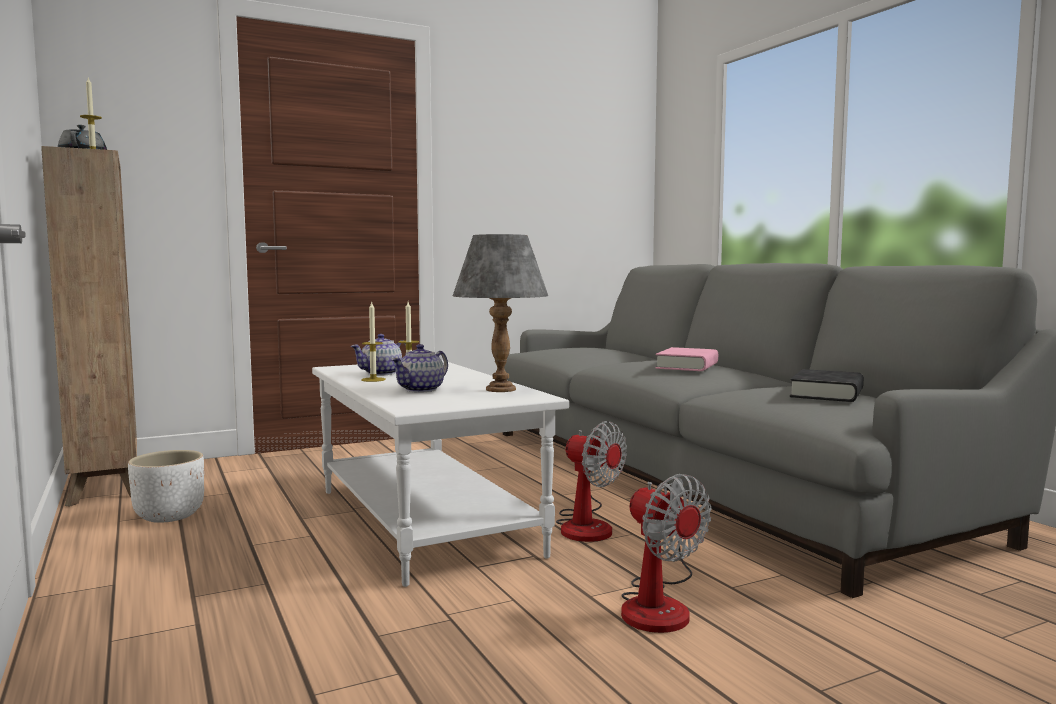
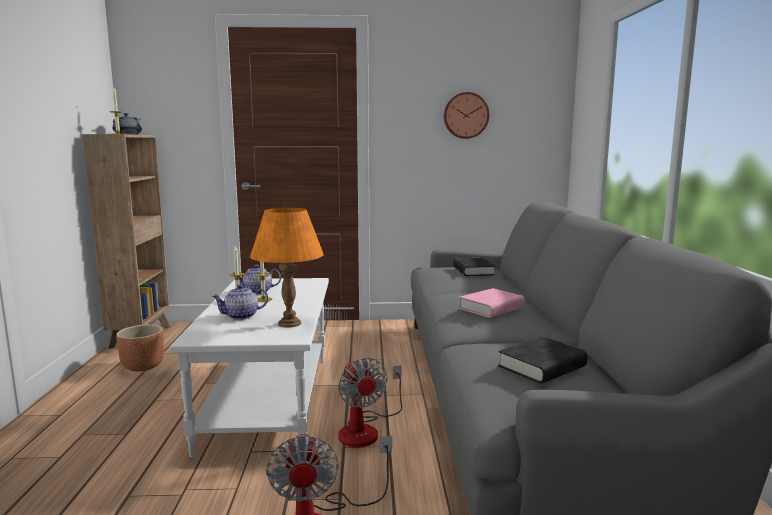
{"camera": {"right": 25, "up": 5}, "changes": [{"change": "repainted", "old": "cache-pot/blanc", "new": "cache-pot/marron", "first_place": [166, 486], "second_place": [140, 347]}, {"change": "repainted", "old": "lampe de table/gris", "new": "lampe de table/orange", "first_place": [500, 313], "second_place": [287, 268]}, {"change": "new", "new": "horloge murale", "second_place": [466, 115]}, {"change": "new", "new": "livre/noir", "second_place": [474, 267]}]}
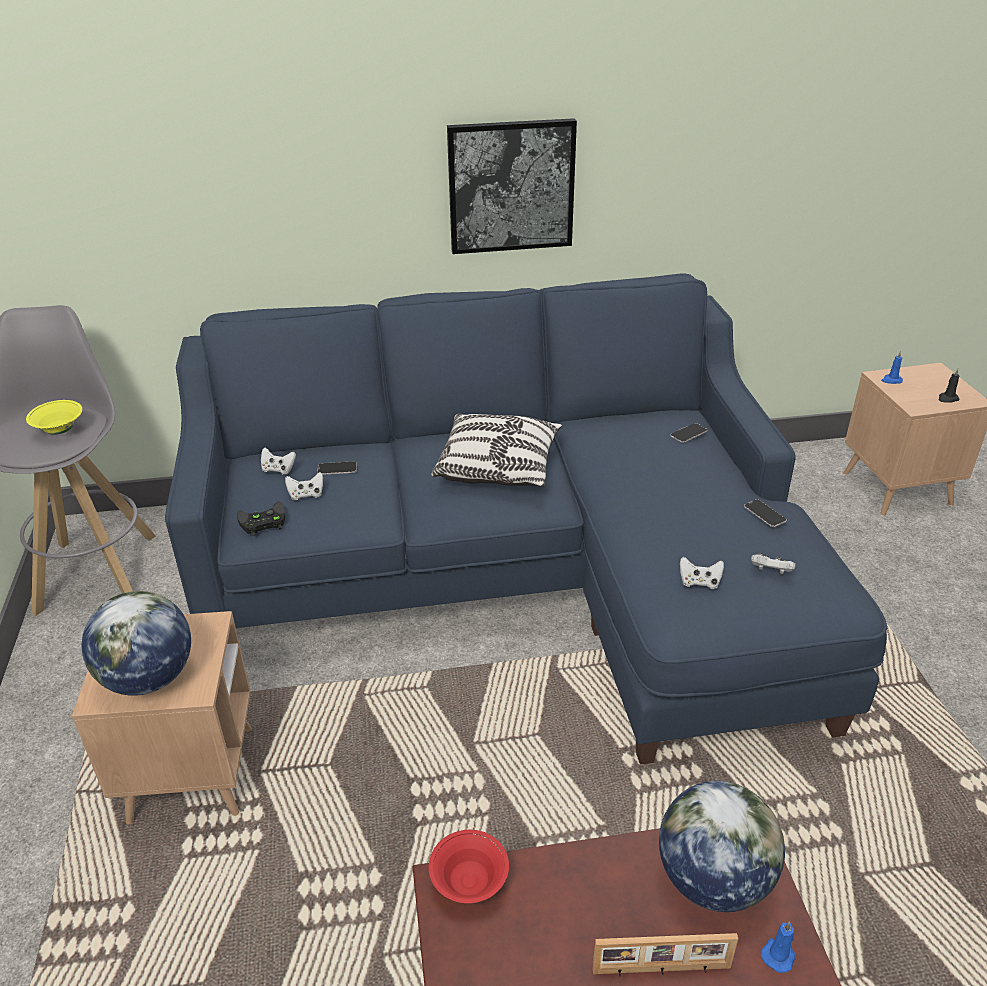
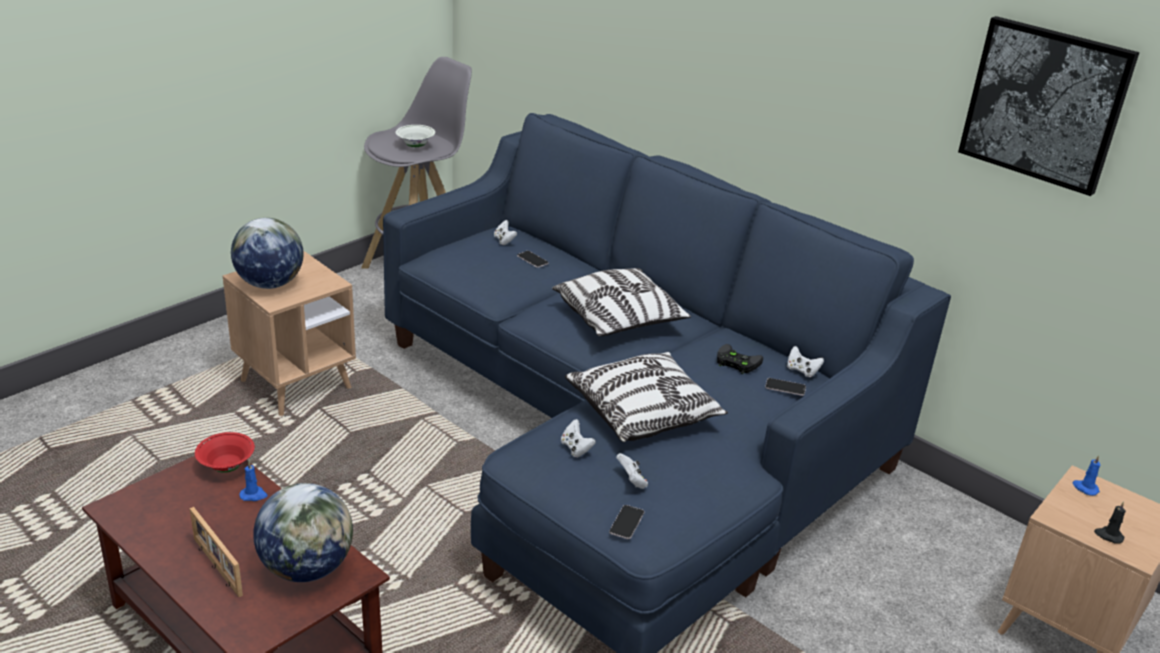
{"camera": {"right": 50, "up": -5}, "changes": [{"change": "shifted", "old": "bougie/bleu", "first_place": [778, 947], "second_place": [253, 481]}, {"change": "repainted", "old": "bol/jaune", "new": "bol/blanc", "first_place": [54, 417], "second_place": [415, 136]}, {"change": "new", "new": "coussin", "second_place": [646, 397]}, {"change": "shifted", "old": "téléphone", "first_place": [765, 513], "second_place": [626, 522]}, {"change": "shifted", "old": "manette/noir", "first_place": [261, 519], "second_place": [740, 359]}, {"change": "shifted", "old": "manette/blanc", "first_place": [304, 486], "second_place": [805, 361]}, {"change": "shifted", "old": "tableau", "first_place": [512, 186], "second_place": [1049, 106]}]}
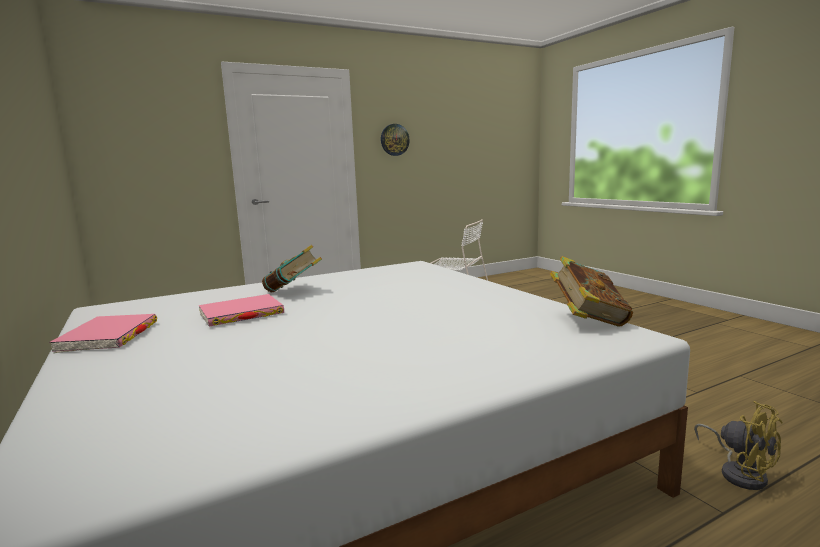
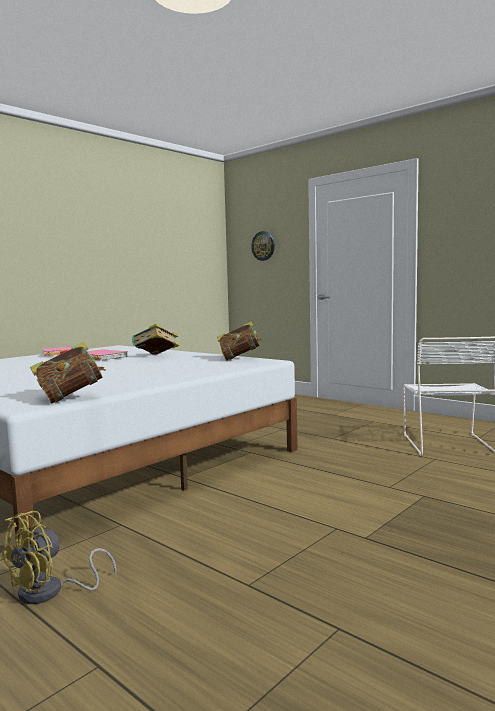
{"camera": {"right": 70, "up": -5}, "changes": [{"change": "new", "new": "livre", "second_place": [239, 341]}, {"change": "shifted", "old": "horloge murale", "first_place": [395, 140], "second_place": [263, 246]}]}
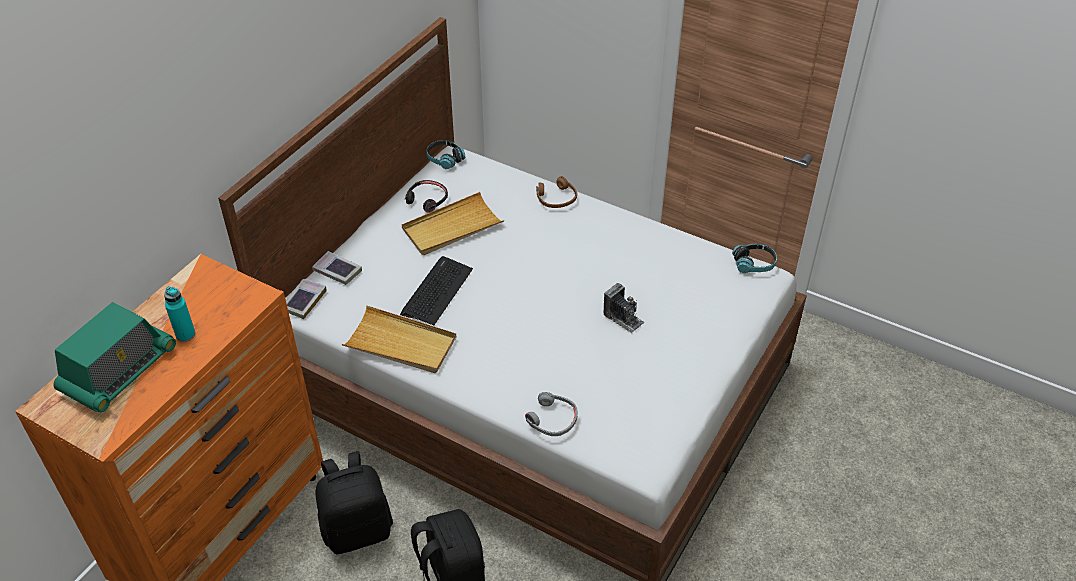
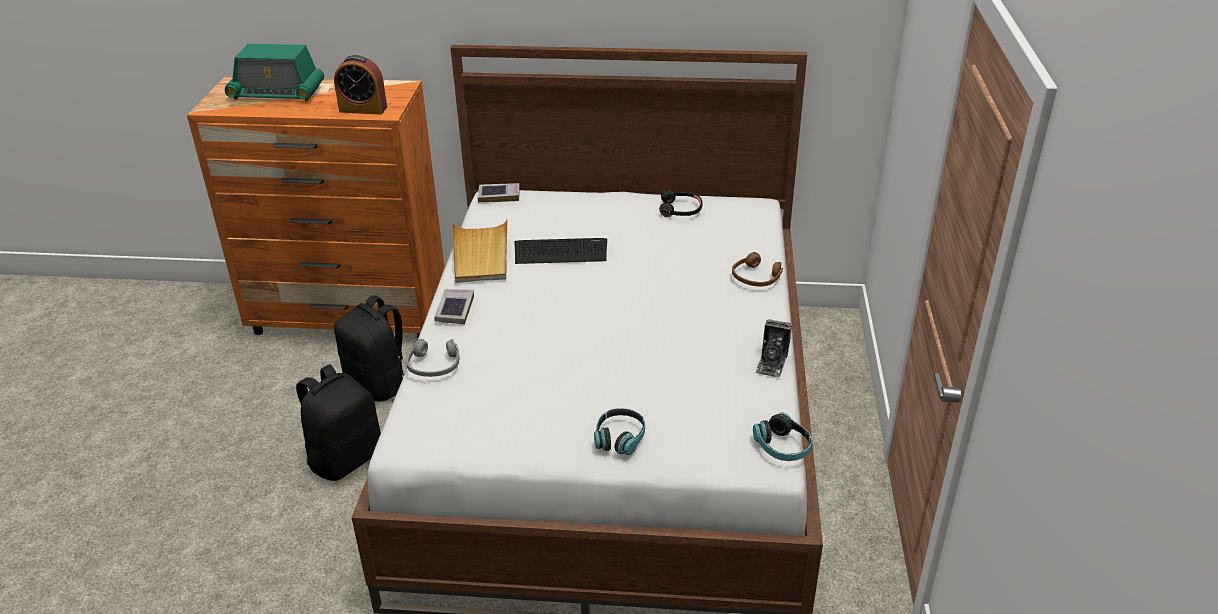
{"camera": {"right": 65, "up": -10}, "changes": [{"change": "new", "new": "réveil", "second_place": [360, 84]}, {"change": "shifted", "old": "livre", "first_place": [337, 268], "second_place": [454, 307]}, {"change": "shifted", "old": "casque audio", "first_place": [445, 154], "second_place": [619, 431]}, {"change": "shifted", "old": "appareil photo", "first_place": [624, 308], "second_place": [773, 348]}, {"change": "gone", "old": "bouteille/turquoise", "first_place": [180, 314]}, {"change": "gone", "old": "plateau/beige", "first_place": [453, 223]}]}
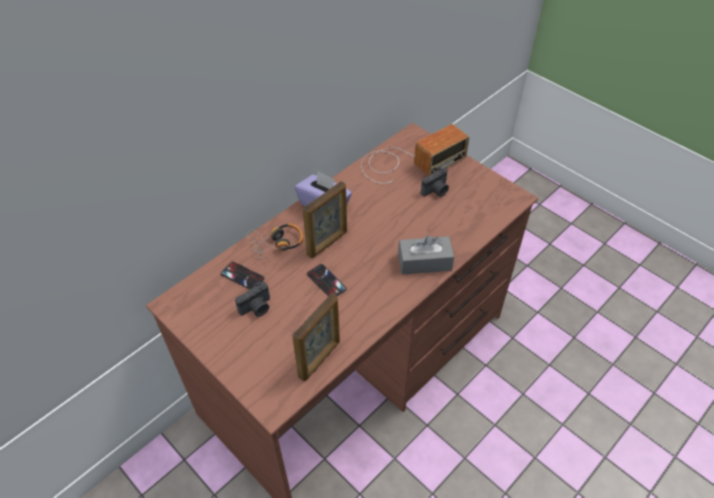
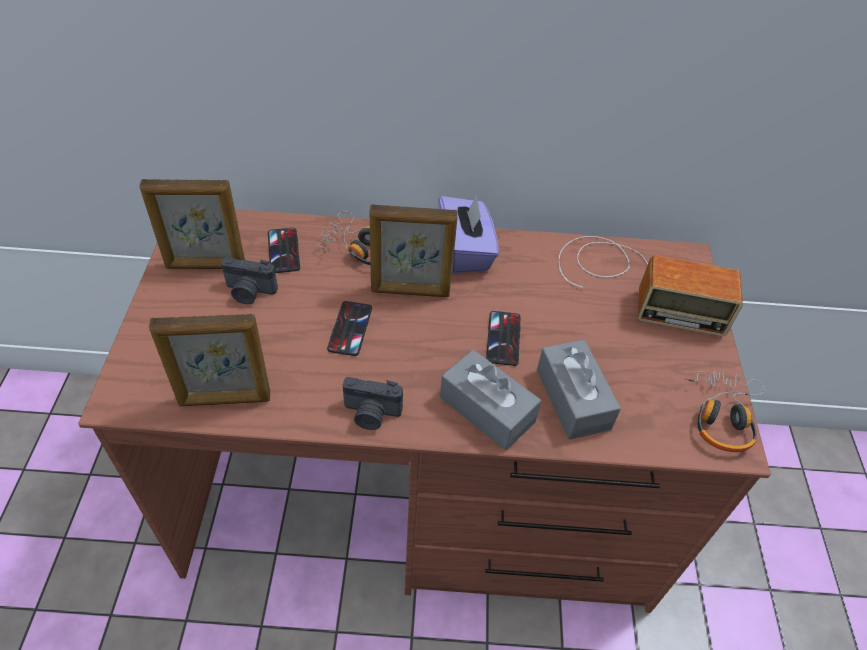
{"camera": {"right": 45, "up": 0}, "changes": [{"change": "new", "new": "cadre photo", "second_place": [192, 224]}, {"change": "shifted", "old": "appareil photo", "first_place": [435, 182], "second_place": [373, 403]}, {"change": "new", "new": "téléphone", "second_place": [503, 338]}, {"change": "new", "new": "boîte à mouchoirs/gris", "second_place": [579, 389]}, {"change": "new", "new": "casque audio", "second_place": [724, 411]}]}
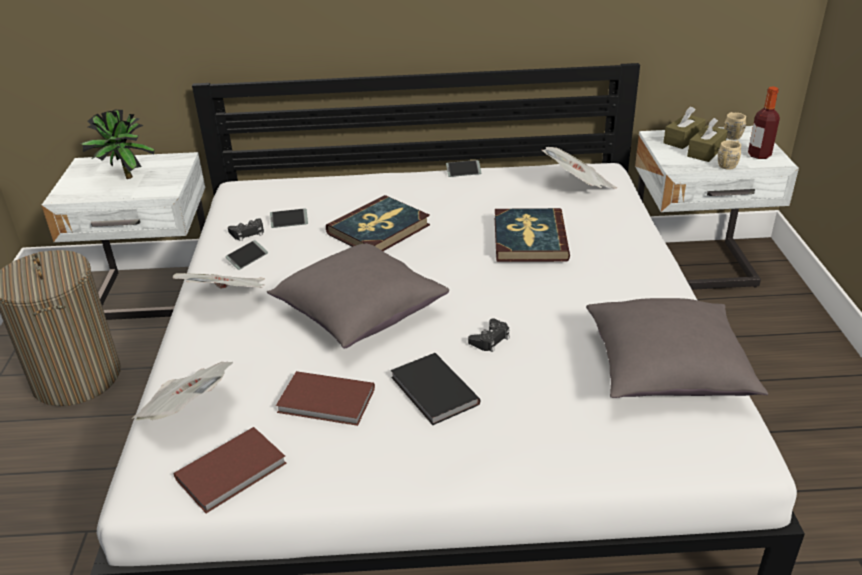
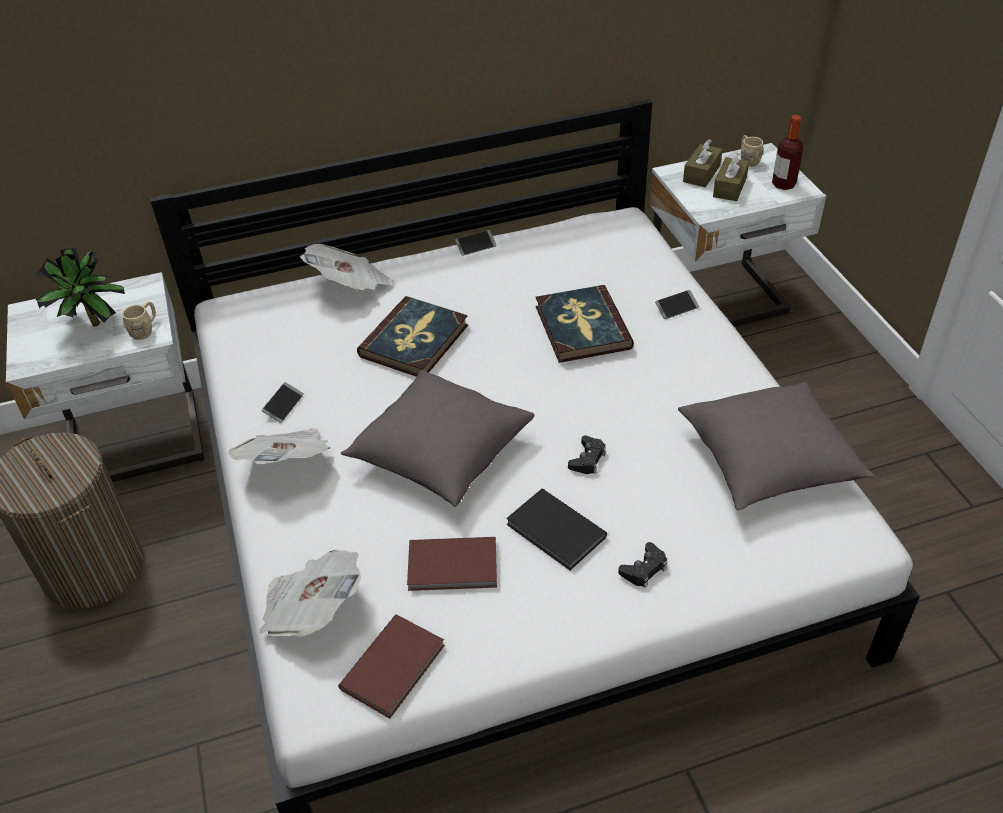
{"camera": {"right": -15, "up": 10}, "changes": [{"change": "shifted", "old": "mug/beige", "first_place": [729, 155], "second_place": [139, 321]}, {"change": "shifted", "old": "journal", "first_place": [579, 168], "second_place": [347, 267]}, {"change": "shifted", "old": "manette/noir", "first_place": [246, 229], "second_place": [642, 565]}, {"change": "shifted", "old": "téléphone", "first_place": [289, 218], "second_place": [677, 304]}]}
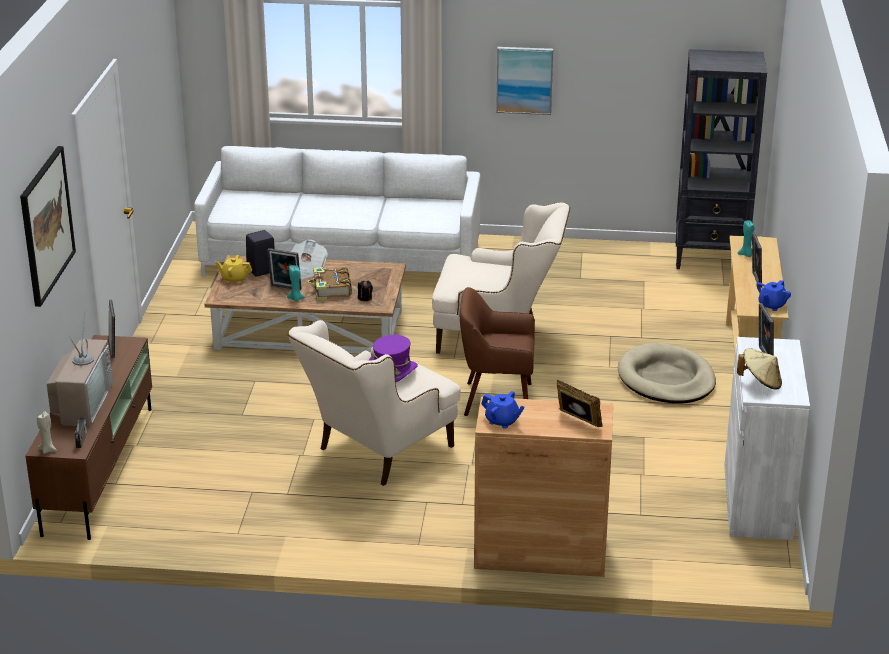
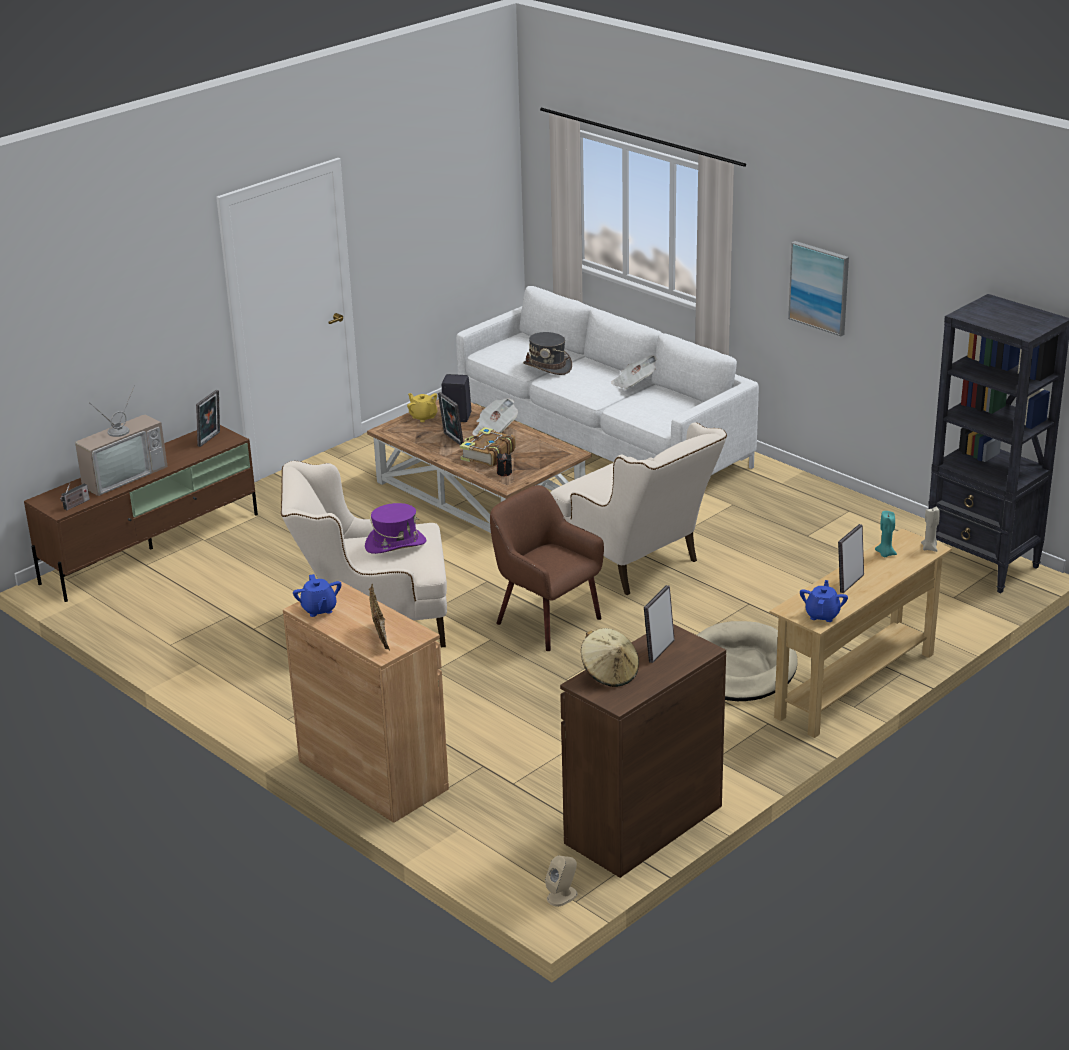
{"camera": {"right": 40, "up": 0}, "changes": [{"change": "new", "new": "chapeau/gris", "second_place": [547, 353]}, {"change": "new", "new": "enceinte/beige", "second_place": [561, 881]}, {"change": "repainted", "old": "meuble de rangement/blanc", "new": "meuble de rangement/marron", "first_place": [767, 438], "second_place": [643, 751]}, {"change": "new", "new": "journal", "second_place": [634, 372]}, {"change": "rotated", "old": "théière/bleu", "first_place": [773, 295], "second_place": [824, 601], "degrees": 120}, {"change": "shifted", "old": "bougie/beige", "first_place": [47, 433], "second_place": [930, 529]}, {"change": "gone", "old": "tableau", "first_place": [48, 226]}, {"change": "gone", "old": "bougie/turquoise", "first_place": [296, 283]}]}
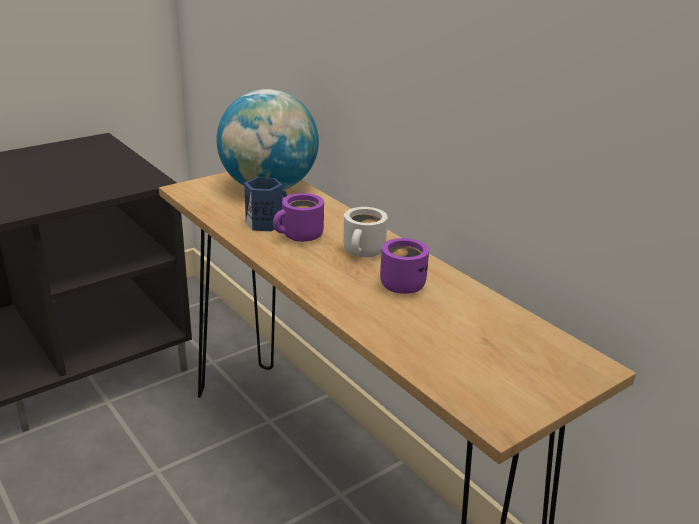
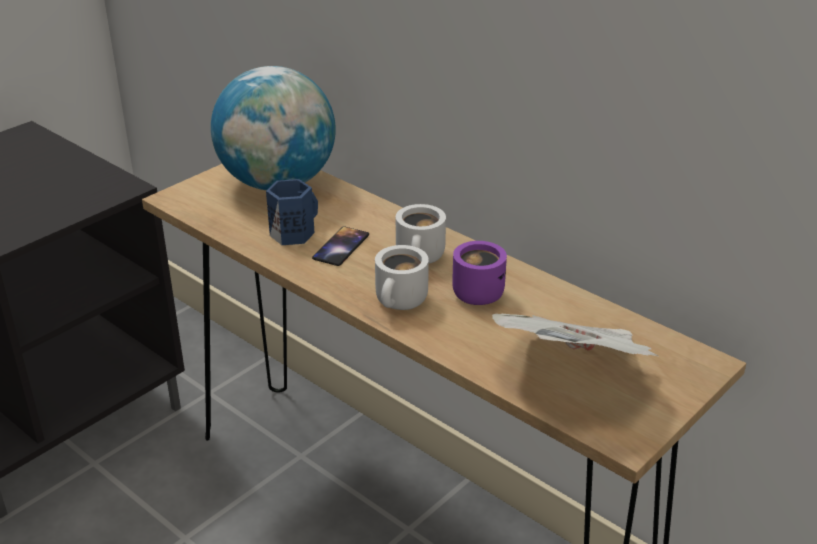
{"camera": {"right": -10, "up": 5}, "changes": [{"change": "swapped", "old": "mug/violet", "new": "téléphone", "first_place": [298, 217], "second_place": [340, 246]}, {"change": "new", "new": "mug/blanc", "second_place": [402, 277]}, {"change": "new", "new": "journal", "second_place": [575, 335]}]}
